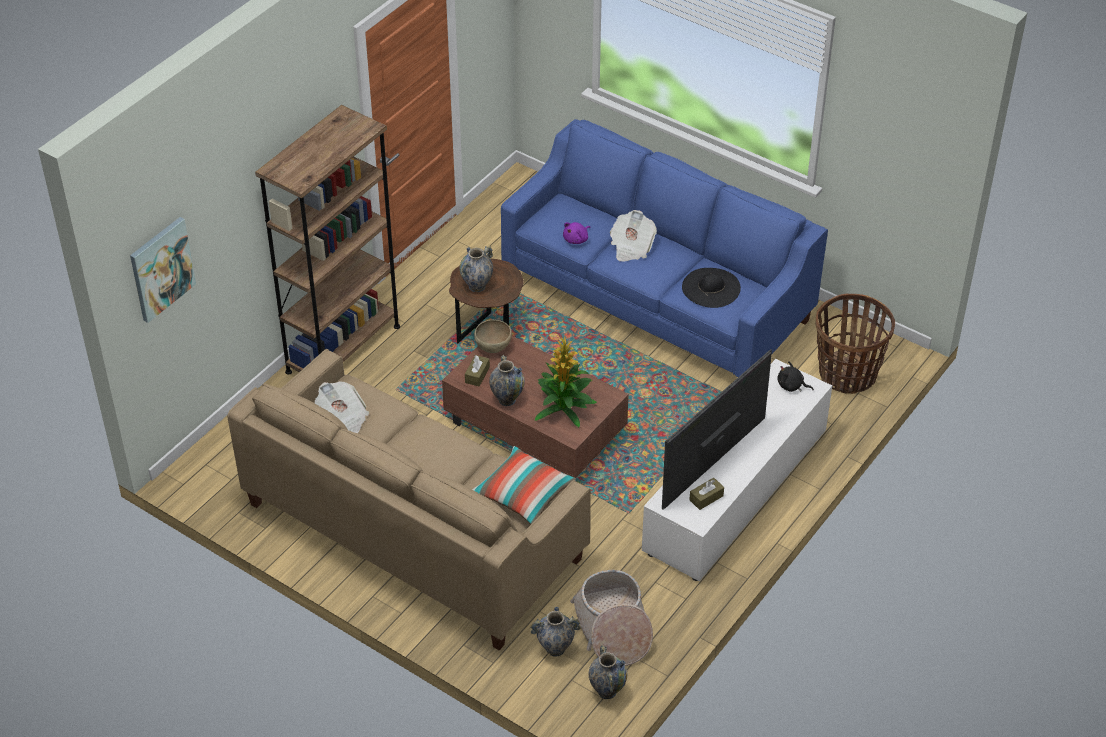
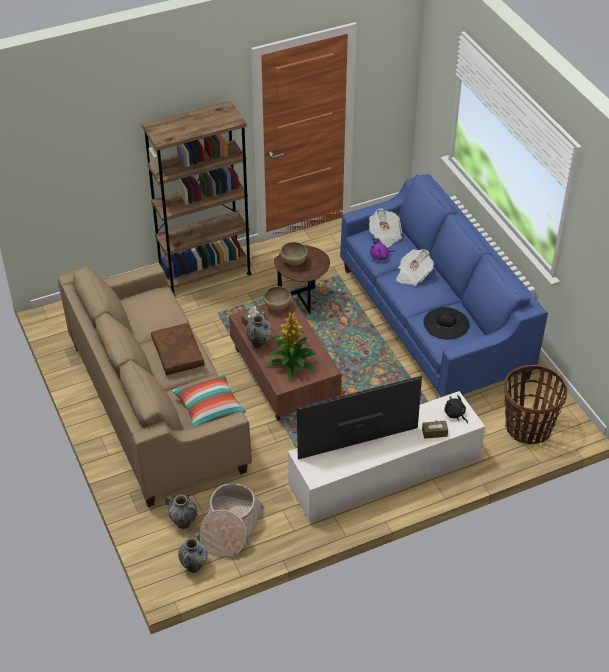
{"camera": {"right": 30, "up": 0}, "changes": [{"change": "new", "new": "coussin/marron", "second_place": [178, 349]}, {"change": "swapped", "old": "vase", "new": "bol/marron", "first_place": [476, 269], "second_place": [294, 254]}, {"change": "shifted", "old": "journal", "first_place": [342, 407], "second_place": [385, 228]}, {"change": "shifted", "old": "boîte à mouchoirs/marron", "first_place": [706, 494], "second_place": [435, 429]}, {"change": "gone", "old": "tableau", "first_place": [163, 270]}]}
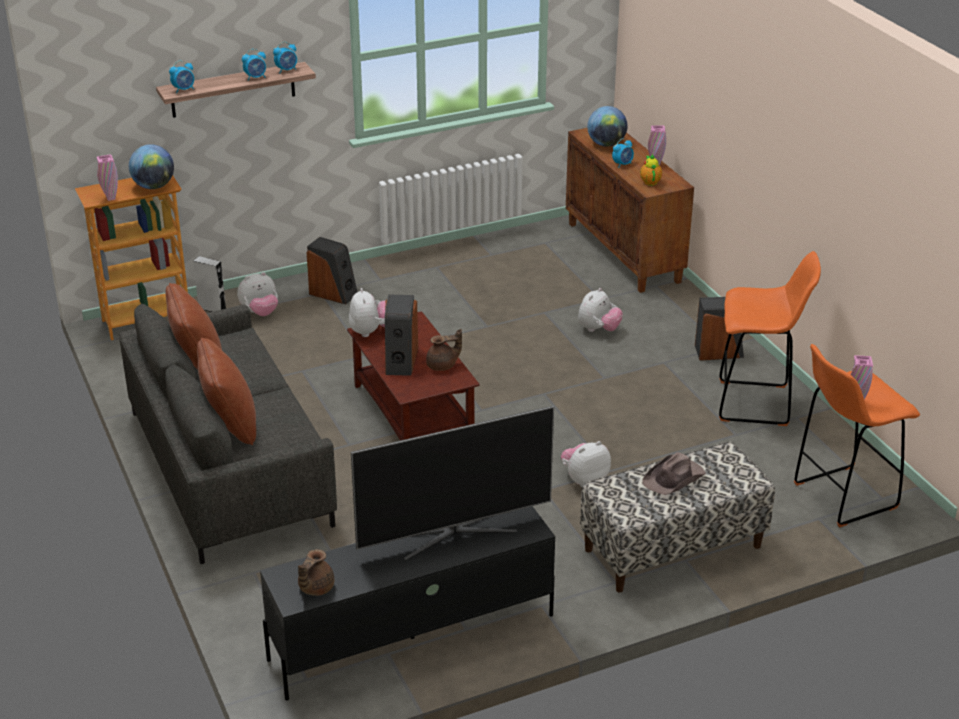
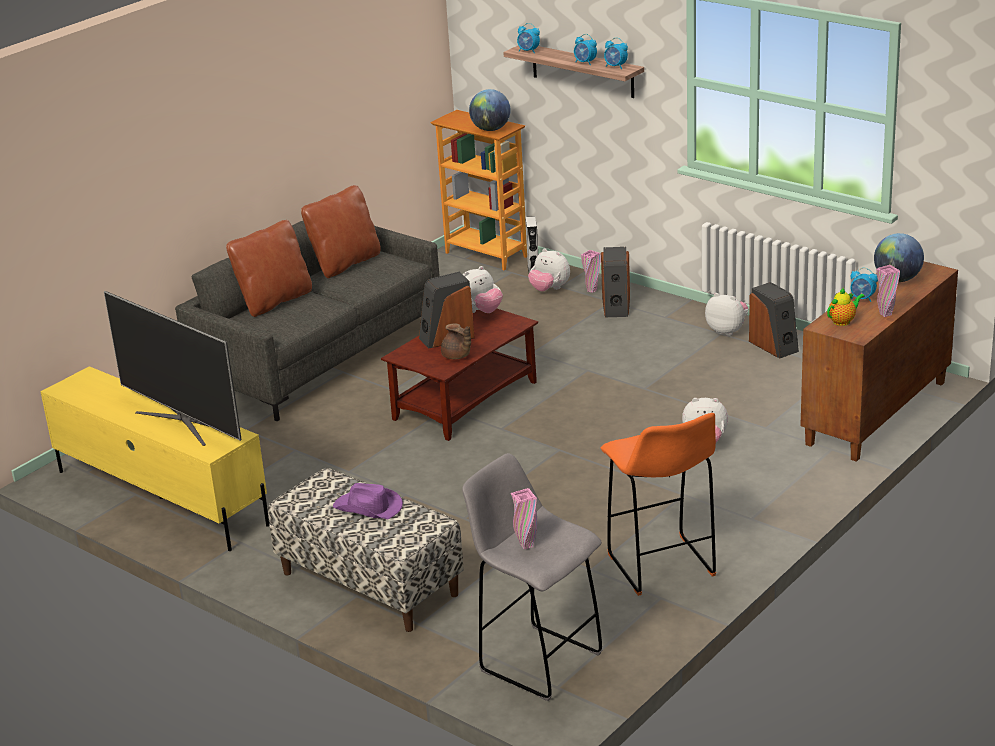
{"camera": {"right": 65, "up": -5}, "changes": [{"change": "repainted", "old": "meuble télé/noir", "new": "meuble télé/jaune", "first_place": [407, 603], "second_place": [155, 458]}, {"change": "repainted", "old": "chapeau/marron", "new": "chapeau/violet", "first_place": [674, 473], "second_place": [368, 501]}, {"change": "repainted", "old": "tabouret/orange", "new": "tabouret/gris", "first_place": [857, 435], "second_place": [532, 577]}, {"change": "shifted", "old": "vase/rose", "first_place": [107, 177], "second_place": [591, 271]}, {"change": "shifted", "old": "peluche", "first_place": [586, 464], "second_place": [726, 314]}, {"change": "shifted", "old": "enceinte", "first_place": [719, 329], "second_place": [774, 320]}, {"change": "gone", "old": "théière/marron", "first_place": [316, 572]}]}
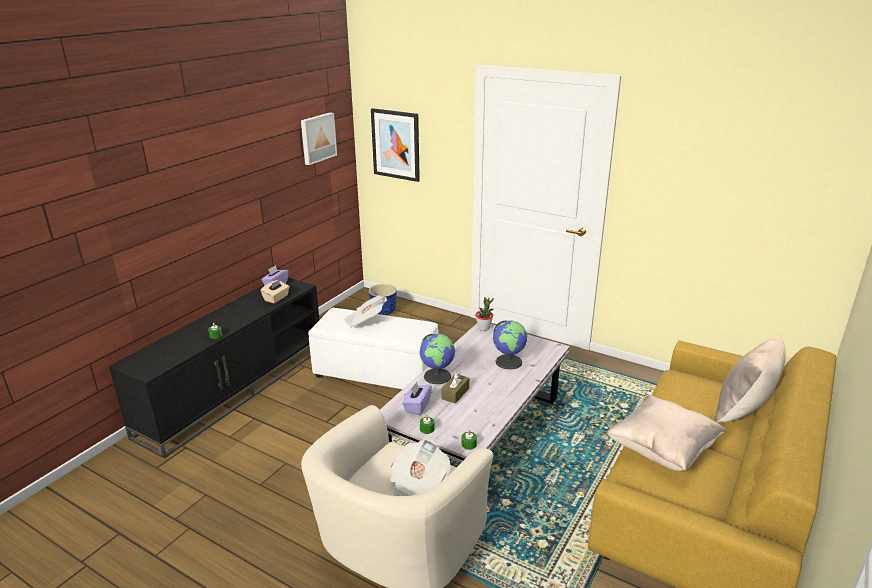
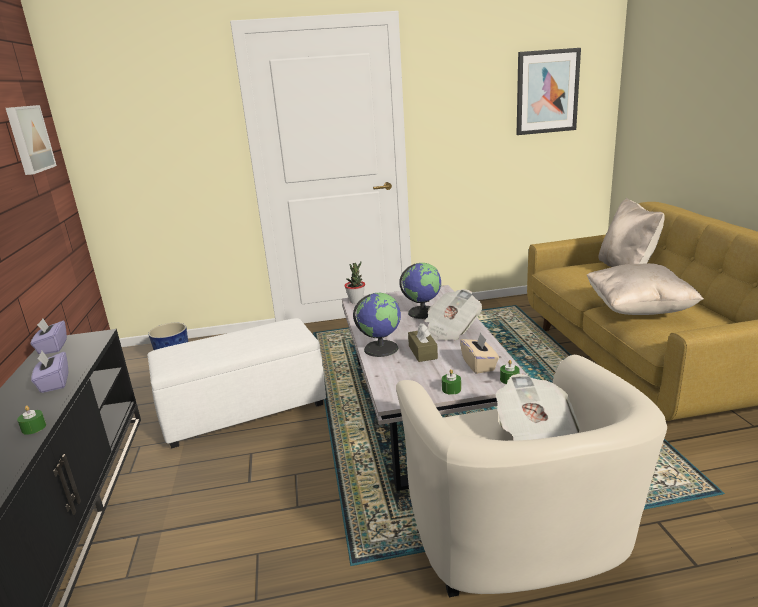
{"camera": {"right": -40, "up": -5}, "changes": [{"change": "shifted", "old": "boîte à mouchoirs/violet", "first_place": [417, 398], "second_place": [49, 372]}, {"change": "shifted", "old": "journal", "first_place": [365, 311], "second_place": [453, 315]}, {"change": "shifted", "old": "boîte à mouchoirs/beige", "first_place": [275, 291], "second_place": [479, 353]}, {"change": "shifted", "old": "tableau", "first_place": [395, 145], "second_place": [548, 91]}]}
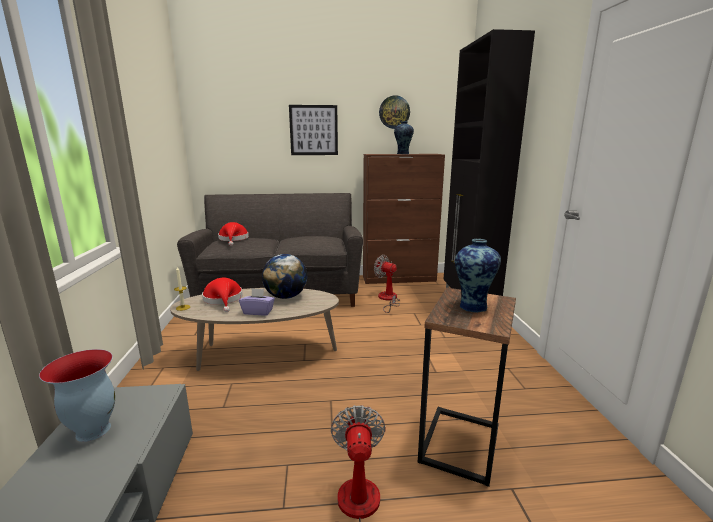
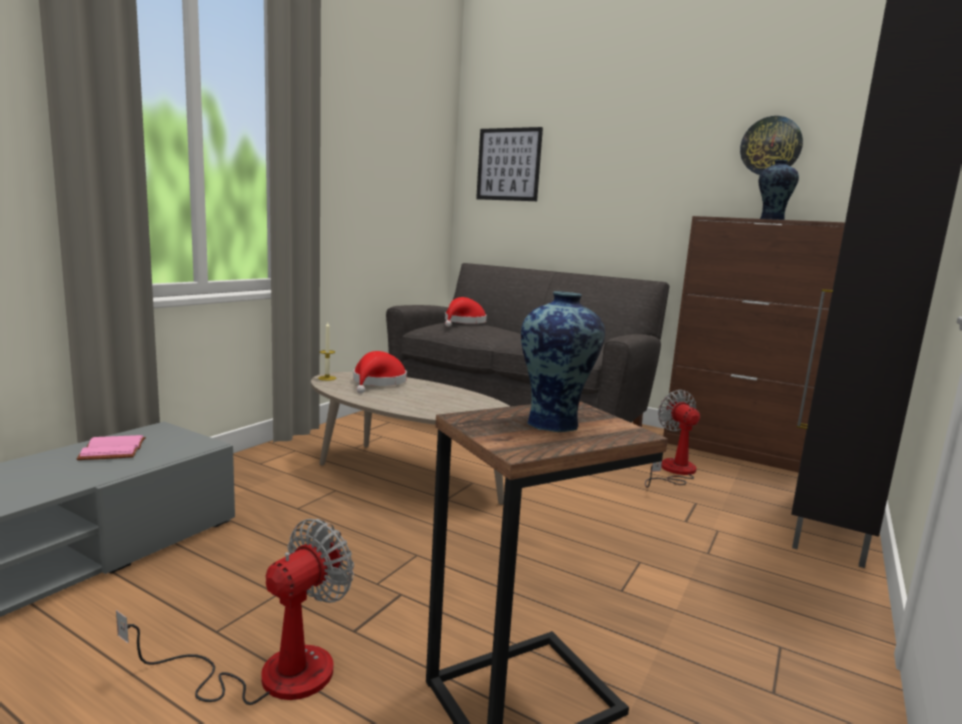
{"camera": {"right": 35, "up": -5}, "changes": [{"change": "swapped", "old": "vase", "new": "livre/rose", "first_place": [77, 395], "second_place": [111, 447]}, {"change": "shifted", "old": "tableau", "first_place": [313, 130], "second_place": [509, 164]}, {"change": "gone", "old": "boîte à mouchoirs/violet", "first_place": [257, 302]}, {"change": "gone", "old": "globe", "first_place": [284, 276]}]}
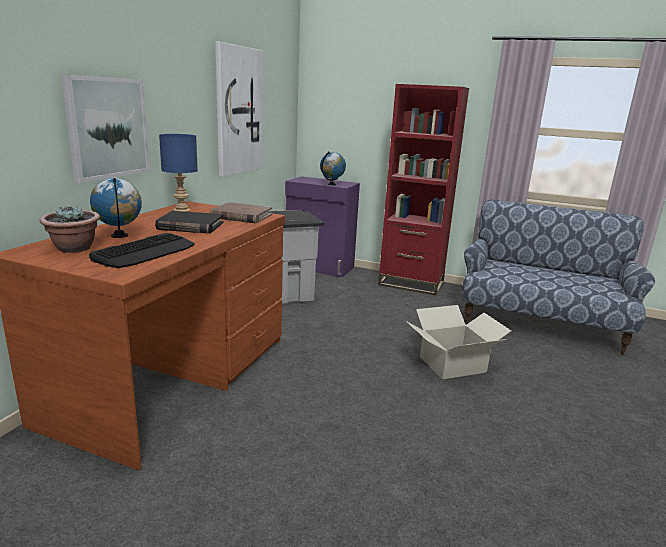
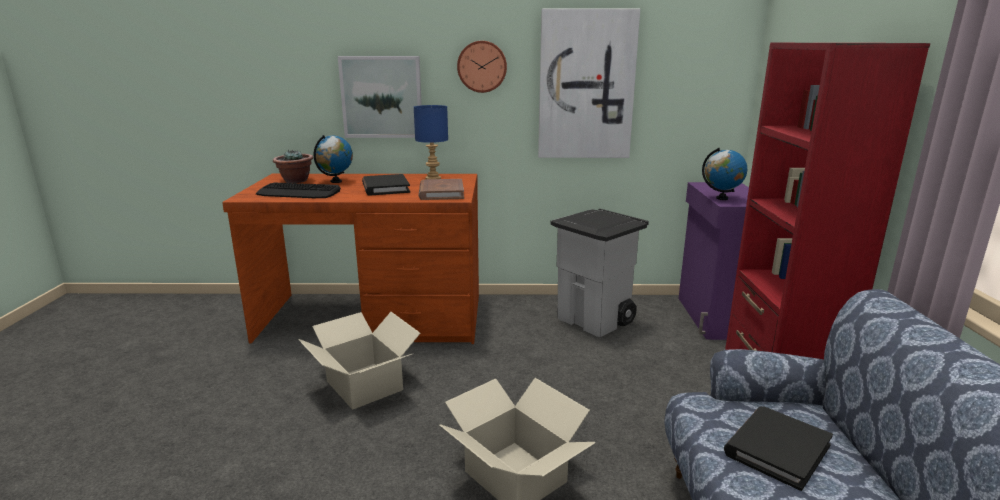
{"camera": {"right": 70, "up": 0}, "changes": [{"change": "new", "new": "carton", "second_place": [359, 361]}, {"change": "new", "new": "horloge murale", "second_place": [482, 67]}, {"change": "new", "new": "livre/noir", "second_place": [778, 448]}]}
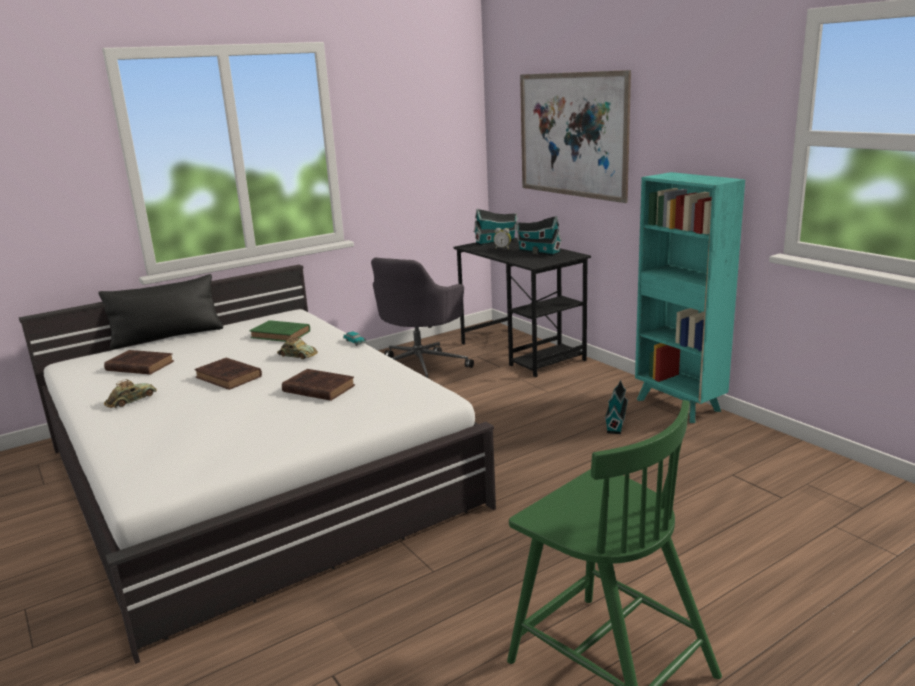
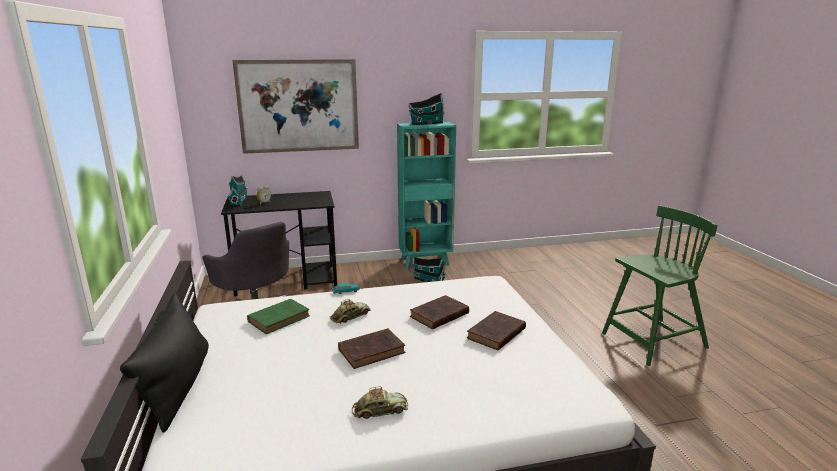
{"camera": {"right": -70, "up": 0}, "changes": [{"change": "rotated", "old": "petite voiture", "first_place": [130, 393], "second_place": [380, 402], "degrees": 105}, {"change": "shifted", "old": "maison miniature", "first_place": [539, 236], "second_place": [427, 109]}, {"change": "shifted", "old": "livre/marron", "first_place": [139, 362], "second_place": [496, 331]}]}
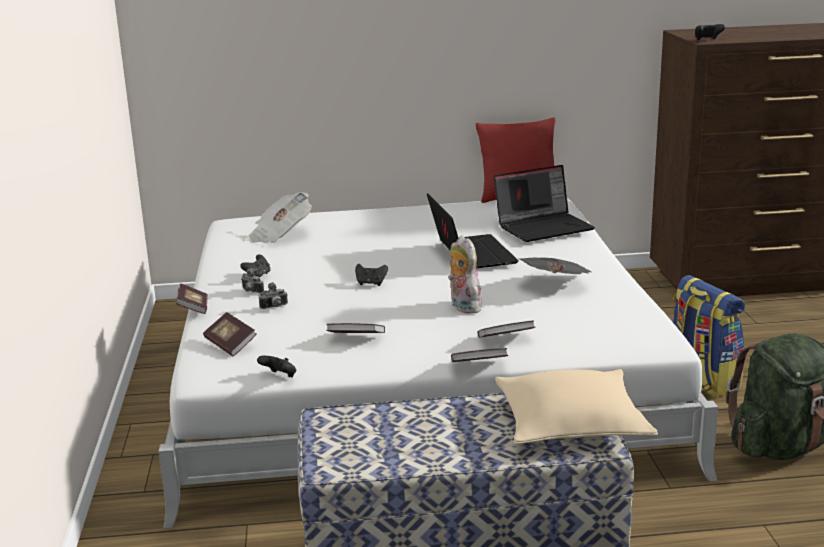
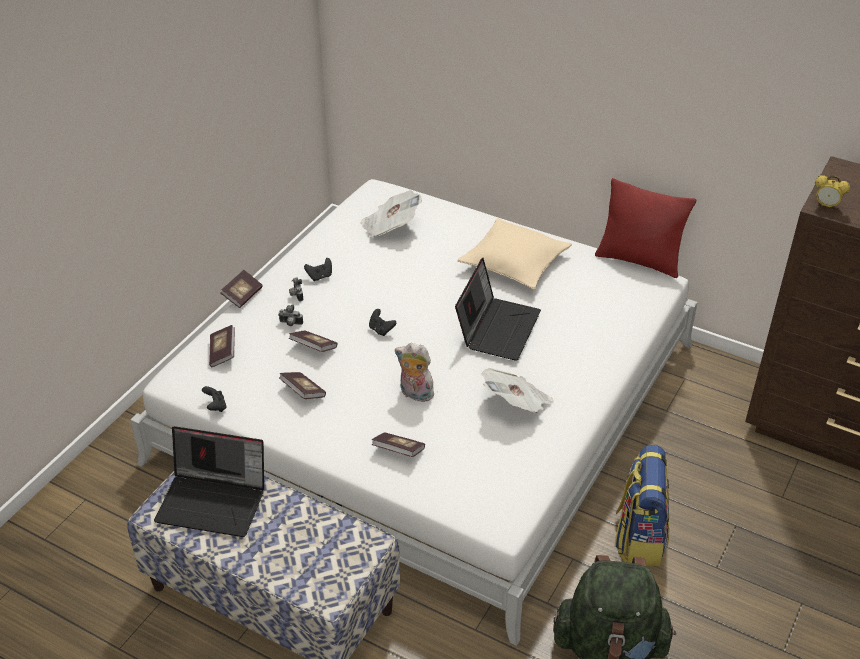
{"camera": {"right": 35, "up": 20}, "changes": [{"change": "shifted", "old": "ordinateur portable", "first_place": [544, 203], "second_place": [209, 481]}, {"change": "shifted", "old": "livre", "first_place": [479, 355], "second_place": [313, 341]}, {"change": "rotated", "old": "peluche", "first_place": [466, 274], "second_place": [415, 372], "degrees": -75}, {"change": "shifted", "old": "coussin/beige", "first_place": [576, 407], "second_place": [515, 254]}, {"change": "swapped", "old": "manette/noir", "new": "réveil", "first_place": [710, 32], "second_place": [832, 192]}]}
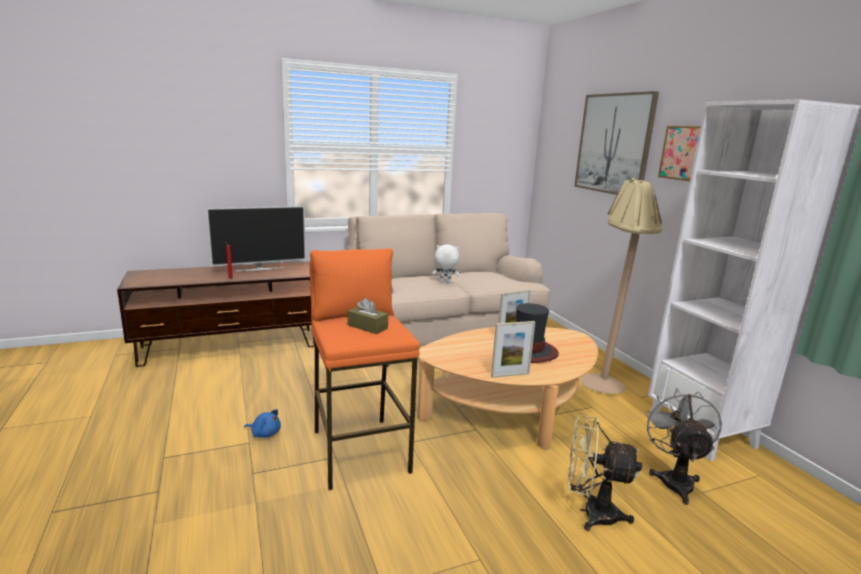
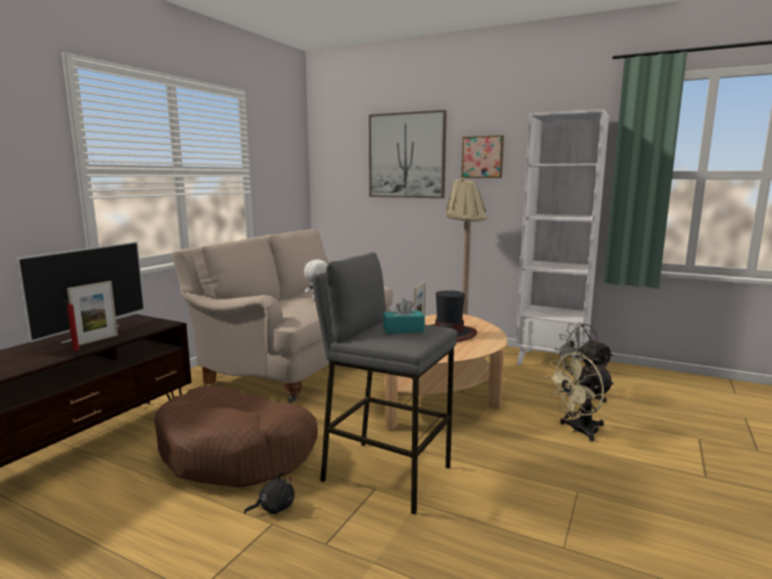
{"camera": {"right": -40, "up": -5}, "changes": [{"change": "shifted", "old": "cadre photo", "first_place": [513, 349], "second_place": [92, 313]}, {"change": "new", "new": "panier pour chien/marron", "second_place": [236, 437]}, {"change": "repainted", "old": "peluche/bleu", "new": "peluche/noir", "first_place": [262, 423], "second_place": [269, 492]}, {"change": "repainted", "old": "tabouret/orange", "new": "tabouret/gris", "first_place": [365, 369], "second_place": [384, 383]}, {"change": "repainted", "old": "boîte à mouchoirs/marron", "new": "boîte à mouchoirs/turquoise", "first_place": [368, 316], "second_place": [404, 316]}]}
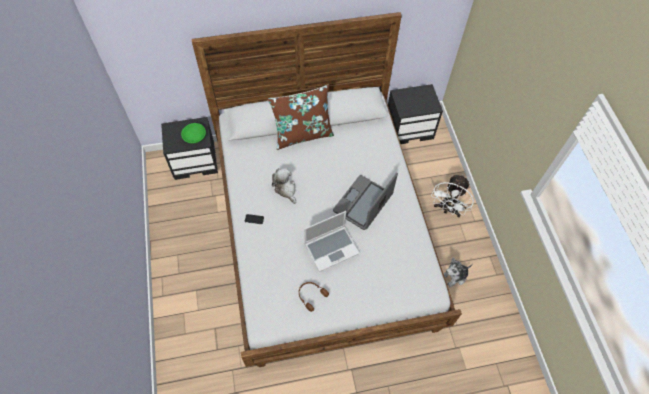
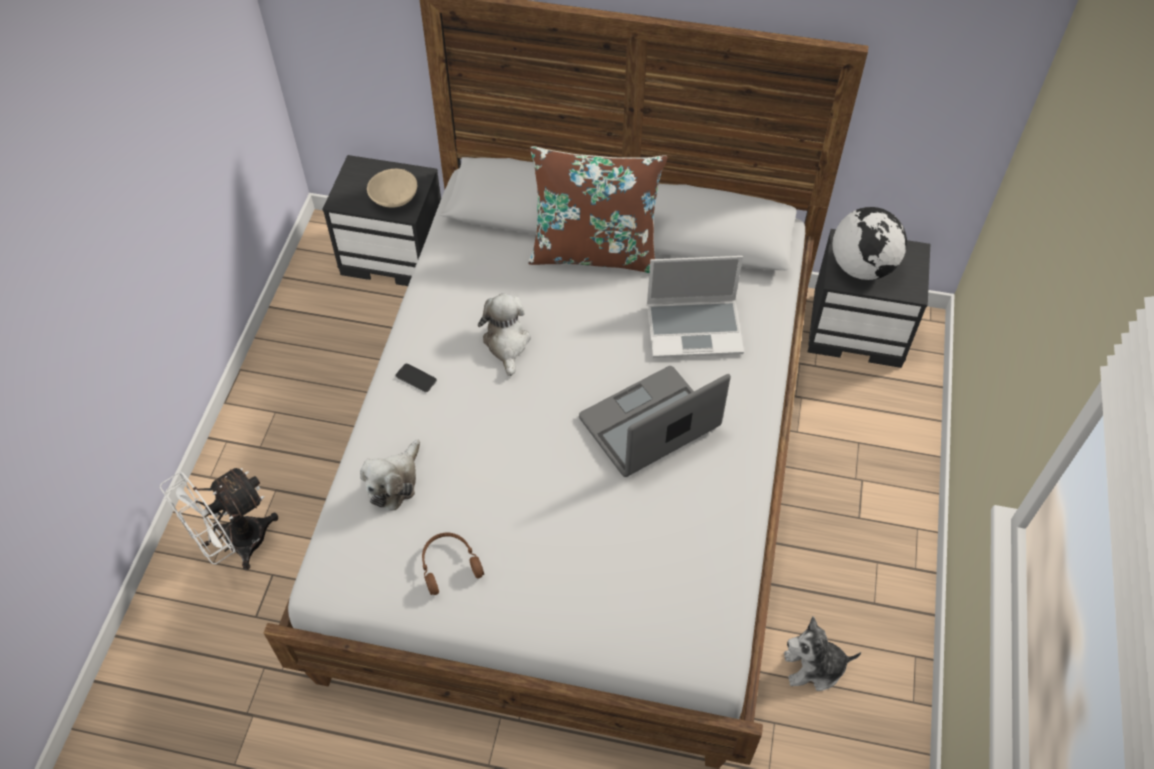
{"camera": {"right": 25, "up": -5}, "changes": [{"change": "shifted", "old": "ventilateur/blanc", "first_place": [452, 196], "second_place": [219, 519]}, {"change": "new", "new": "peluche", "second_place": [390, 475]}, {"change": "repainted", "old": "bol/vert", "new": "bol/beige", "first_place": [193, 133], "second_place": [392, 188]}, {"change": "shifted", "old": "ordinateur portable", "first_place": [332, 241], "second_place": [695, 307]}, {"change": "new", "new": "globe", "second_place": [870, 243]}]}
